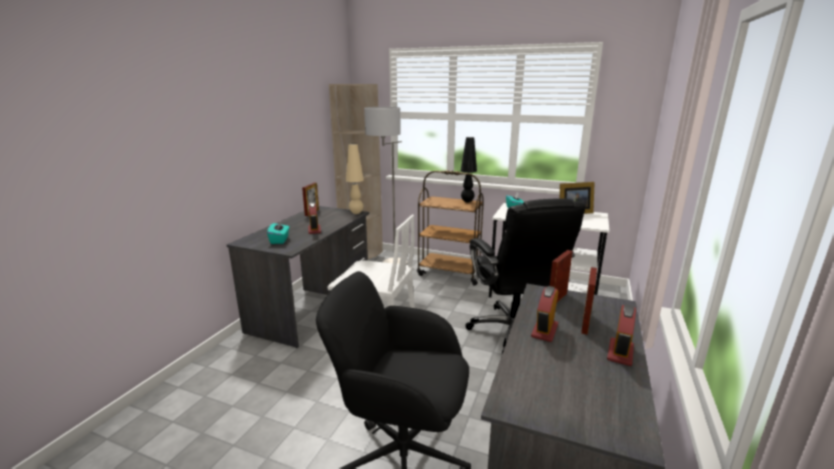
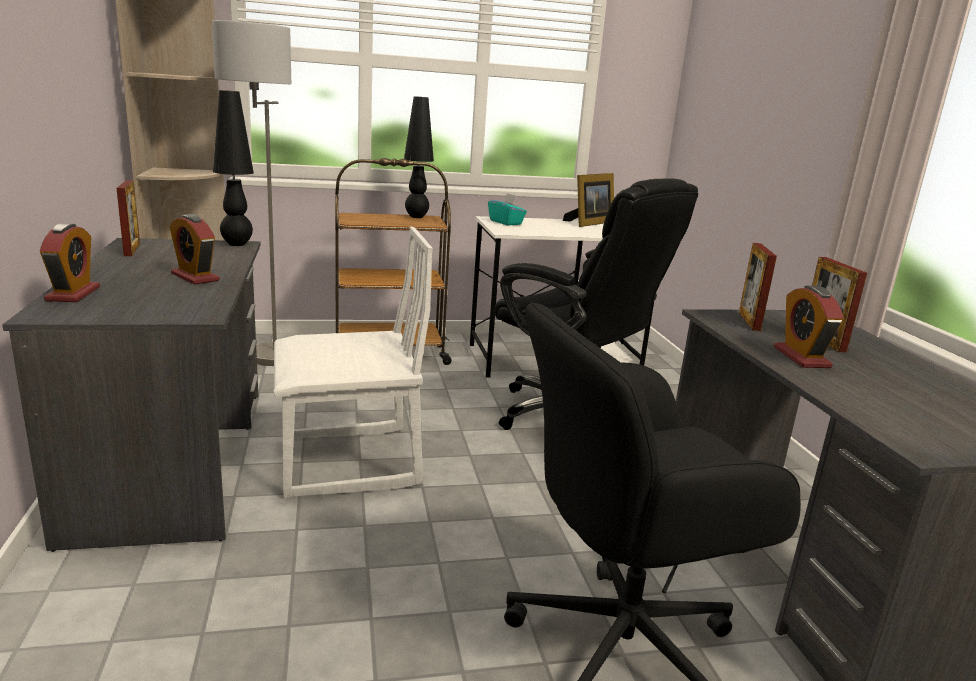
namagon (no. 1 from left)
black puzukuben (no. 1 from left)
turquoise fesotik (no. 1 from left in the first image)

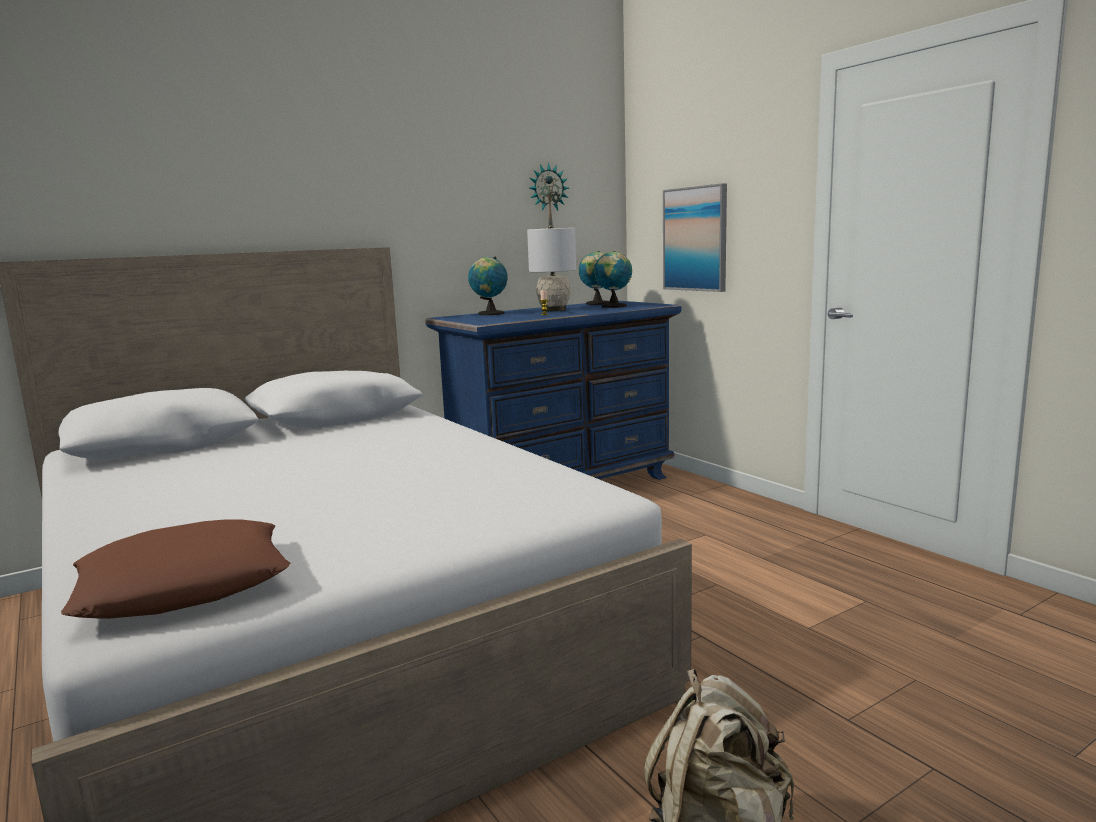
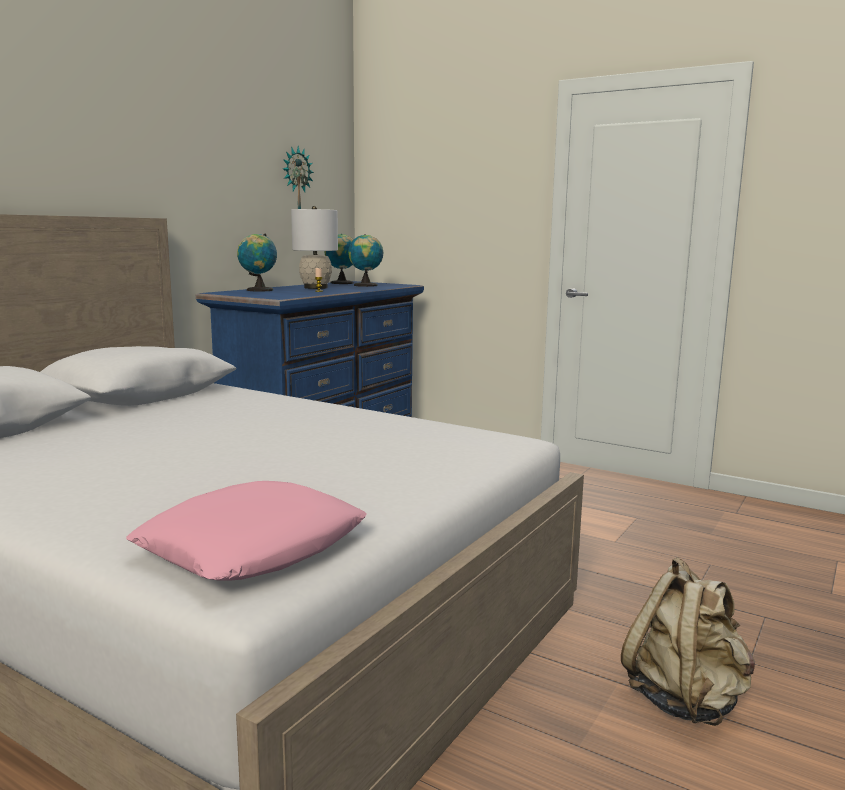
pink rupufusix
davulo

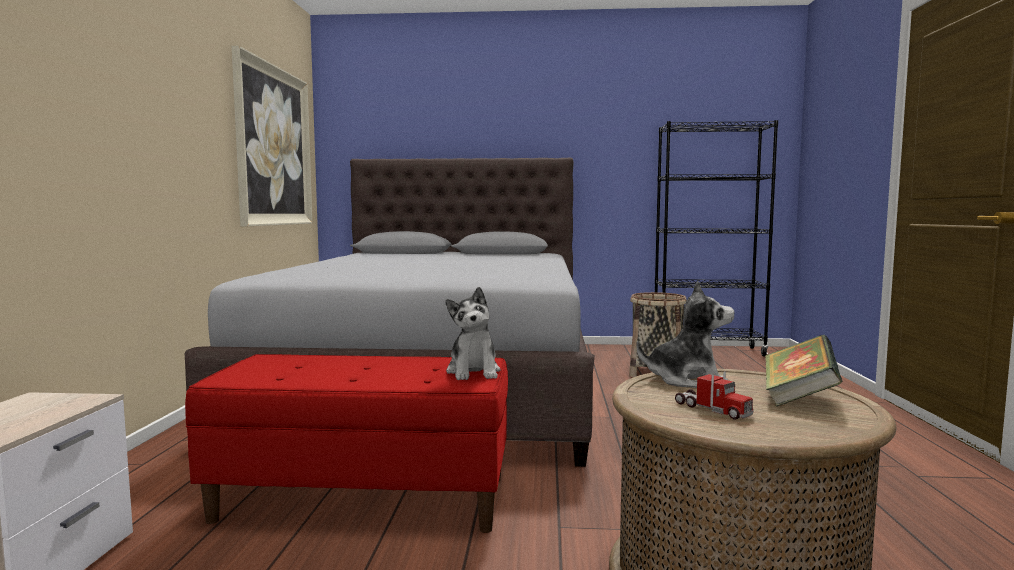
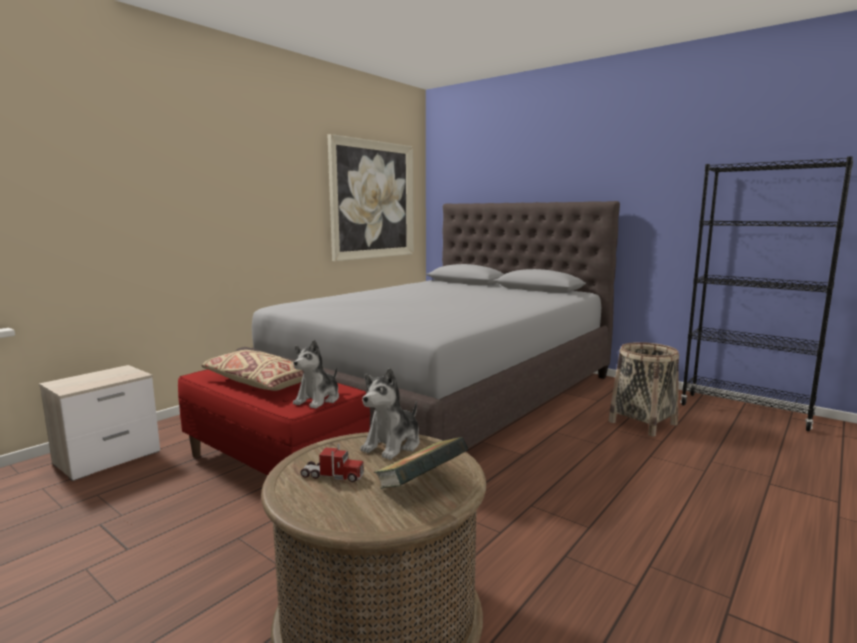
beige rupufusix
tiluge
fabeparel (no. 2 from left)

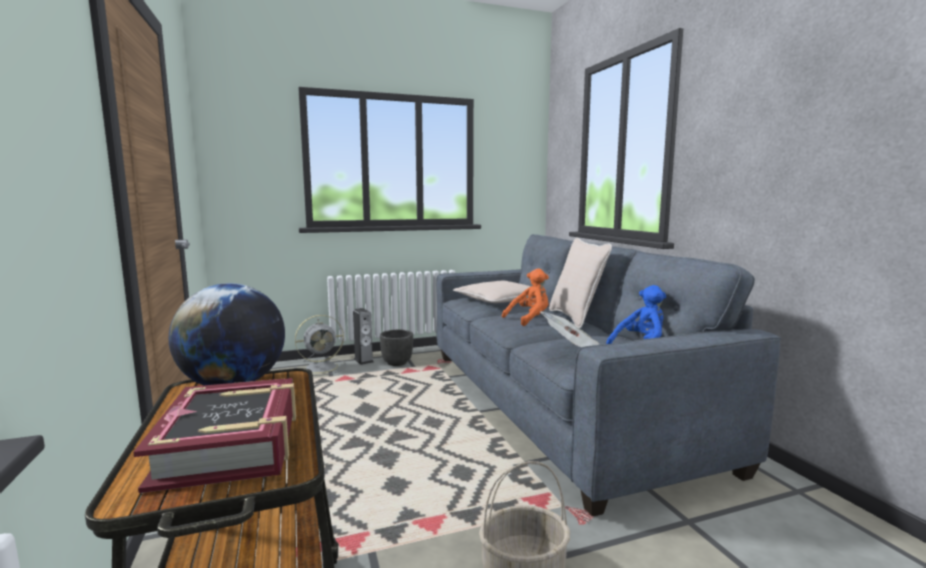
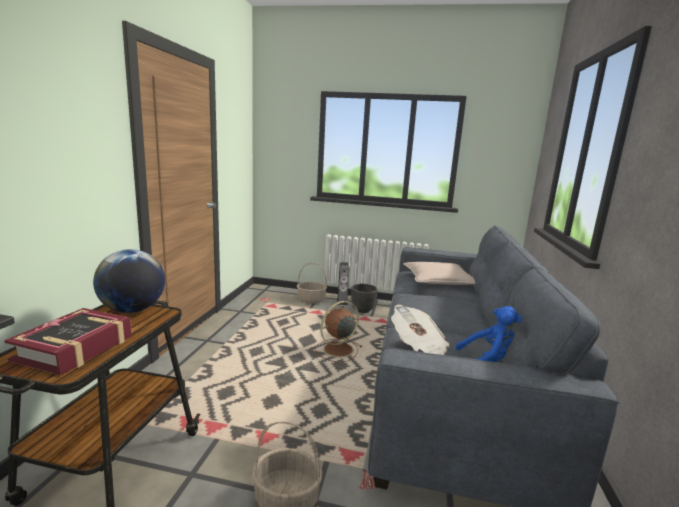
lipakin (no. 2 from left)
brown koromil
orange fabeparel
beige rupufusix (no. 2 from left in the first image)

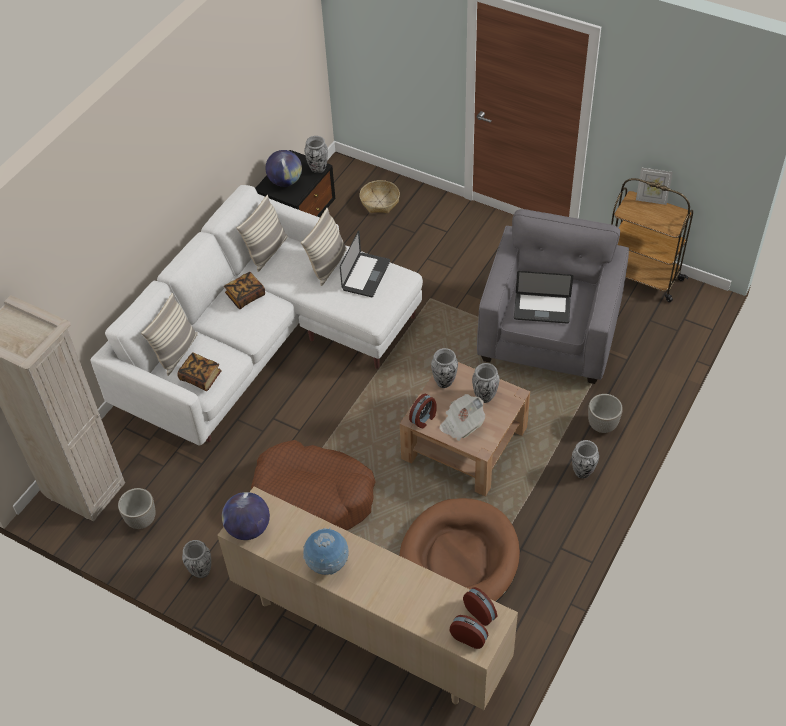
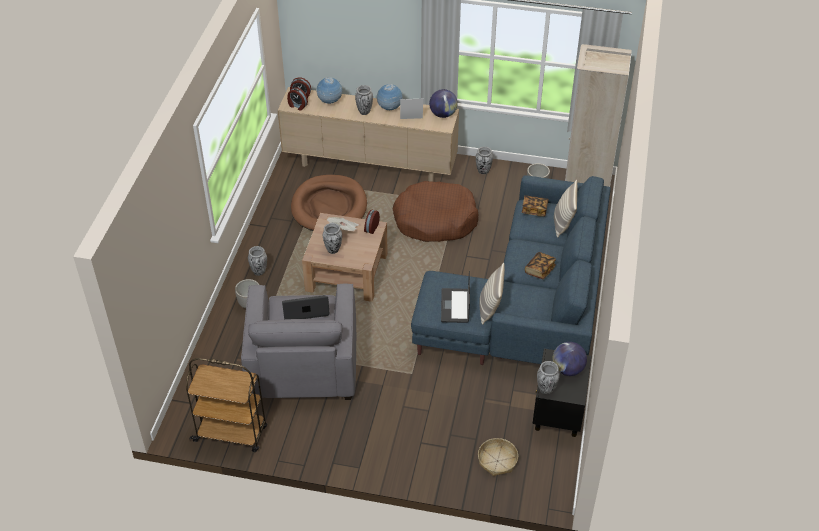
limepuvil (no. 1 from left)
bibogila (no. 3 from left)
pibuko
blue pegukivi
rupufusix (no. 2 from left in the first image)

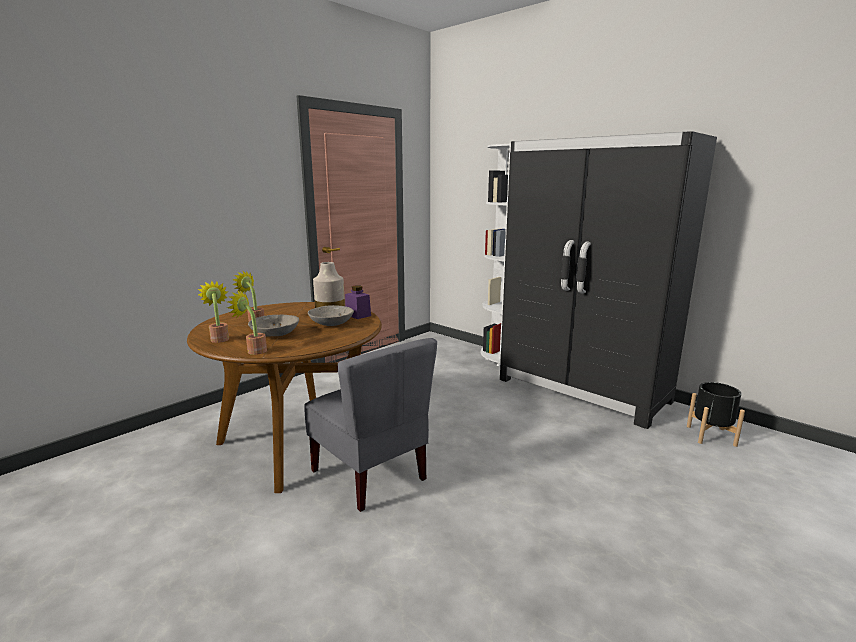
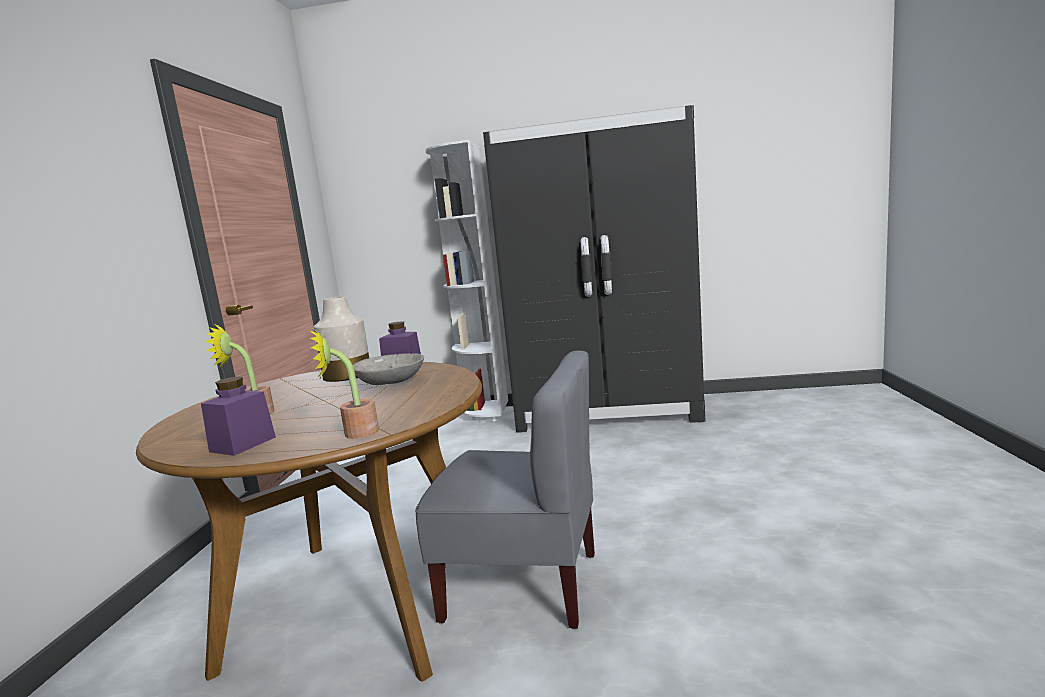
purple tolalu (no. 1 from left)
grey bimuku (no. 1 from left in the first image)
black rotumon

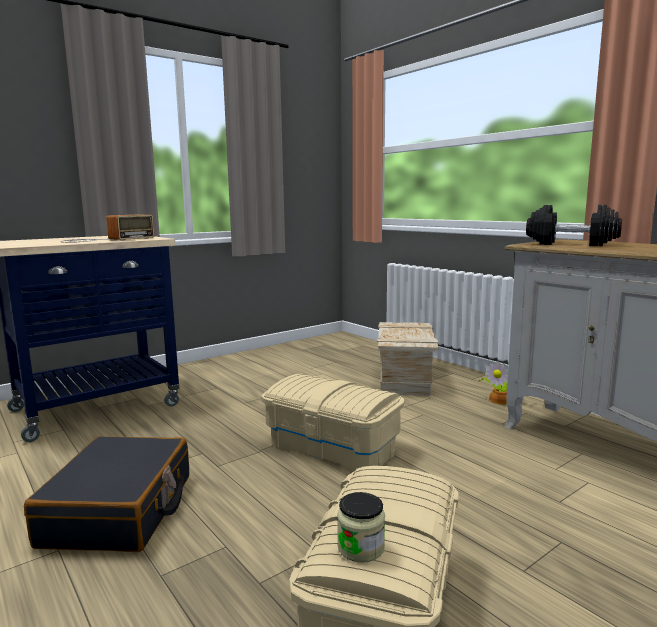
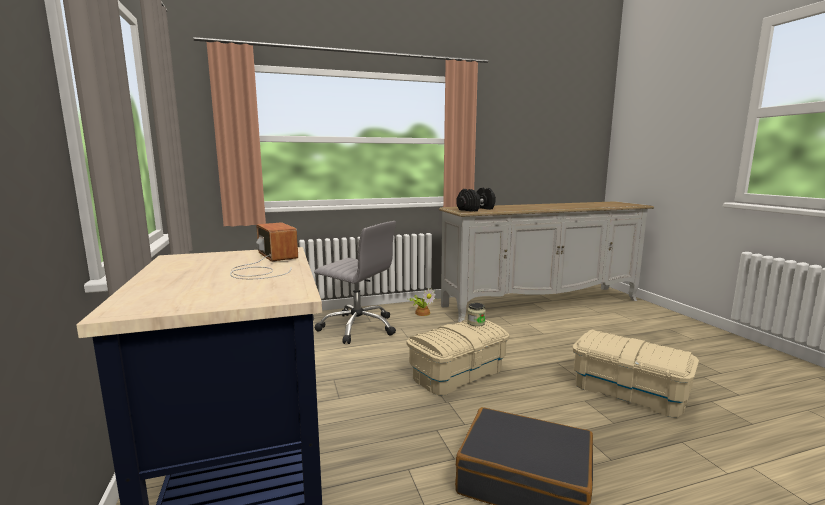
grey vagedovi
tolalu

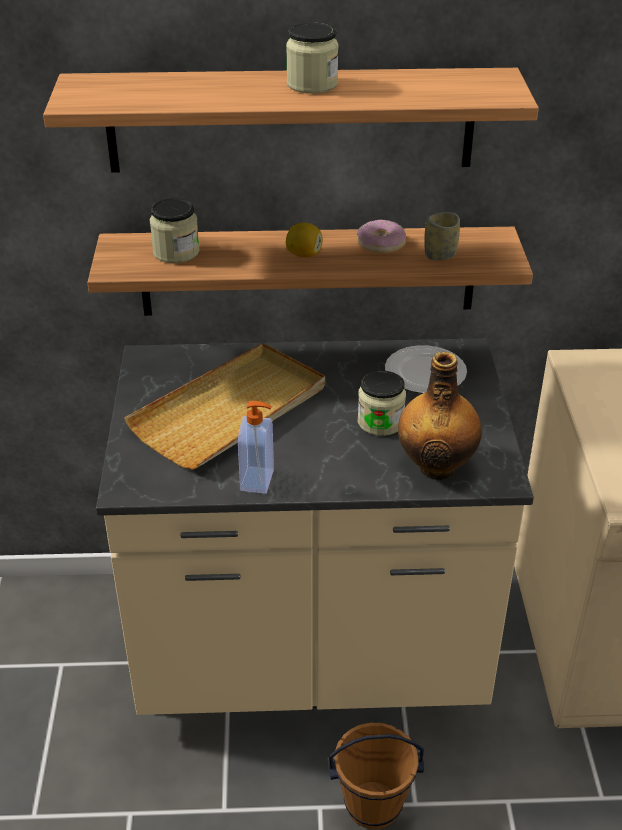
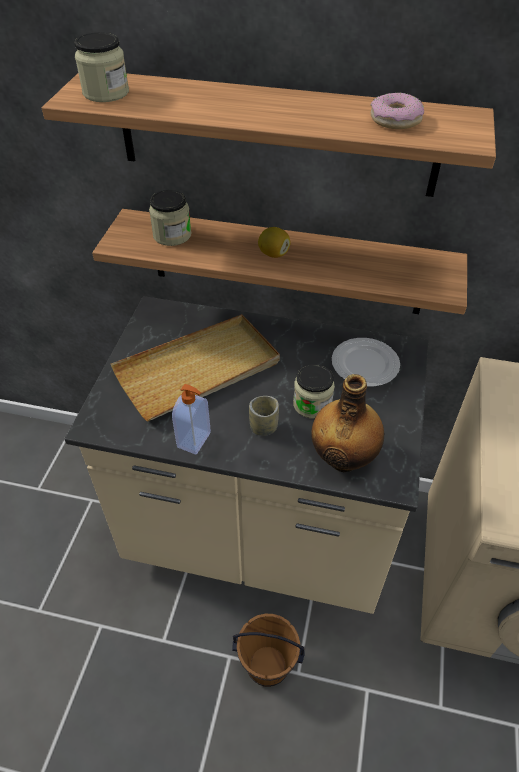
tolalu (no. 1 from left)
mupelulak
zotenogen

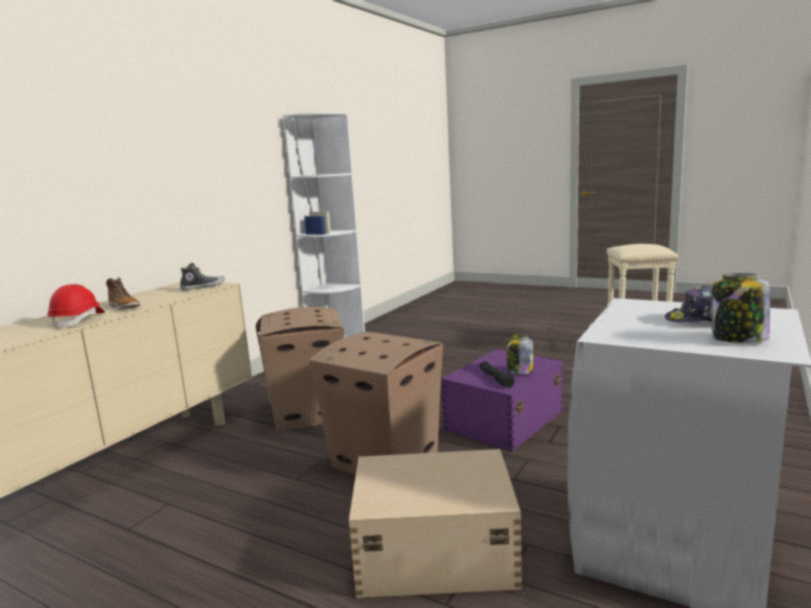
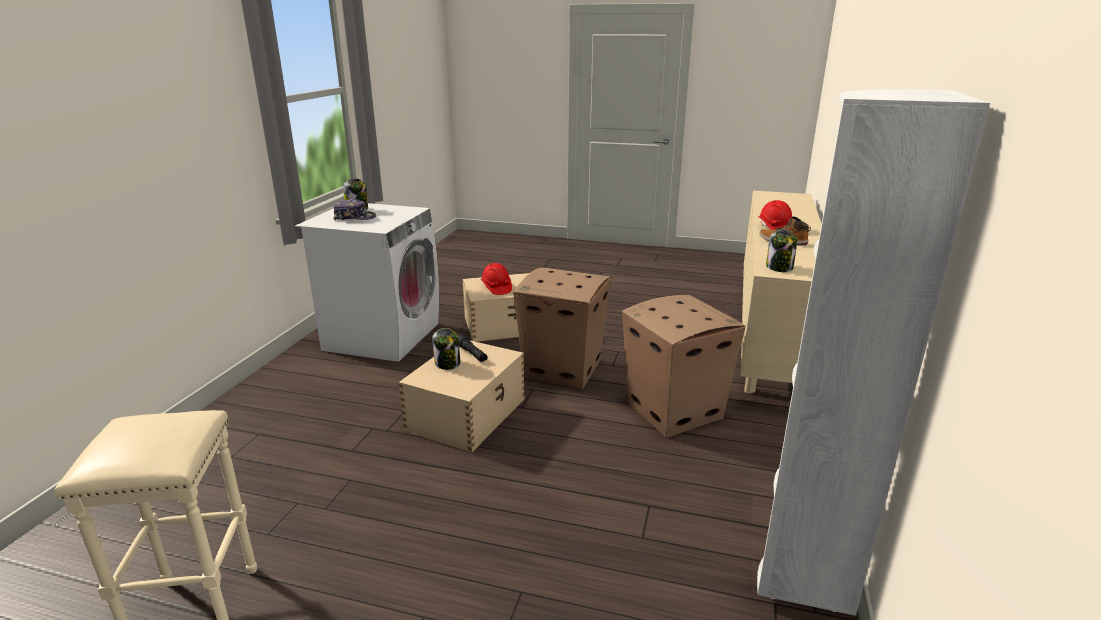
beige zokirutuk (no. 1 from left)
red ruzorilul (no. 1 from left)
tolalu (no. 3 from left)

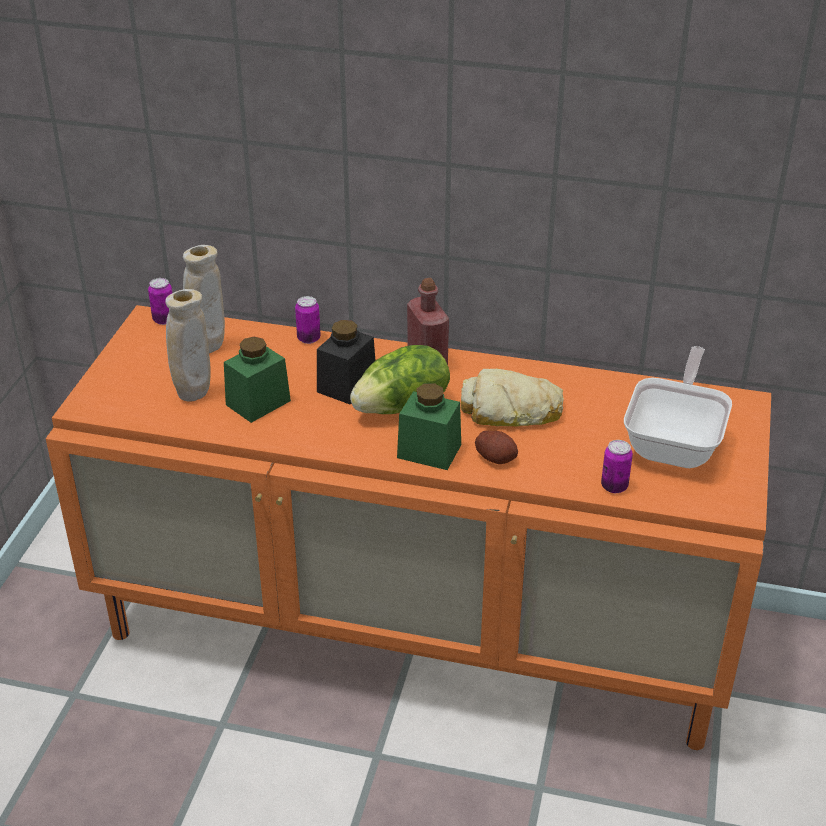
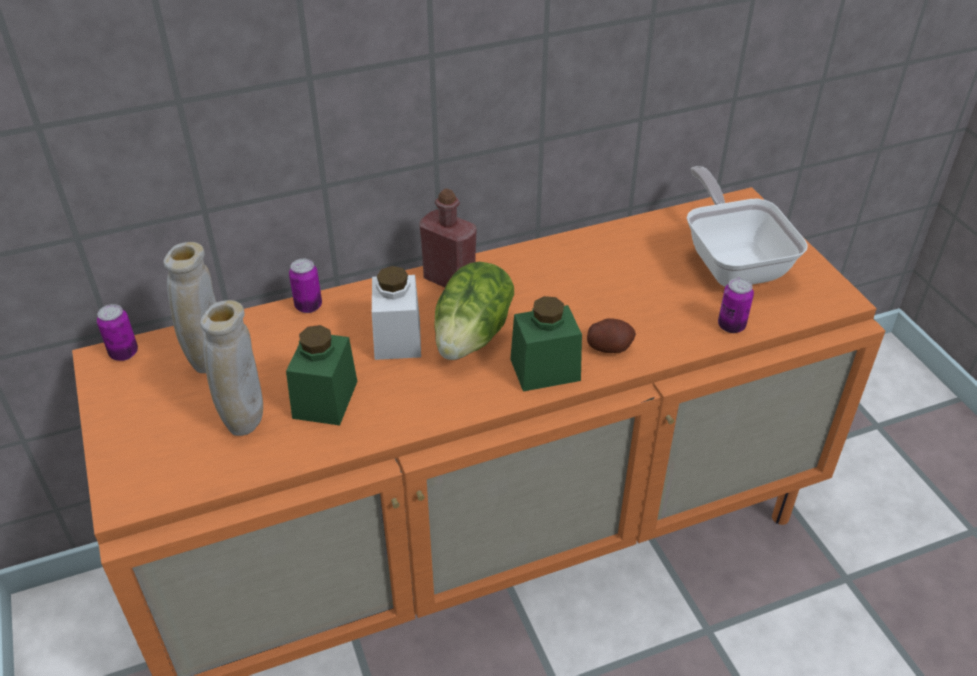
white tolalu
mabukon

